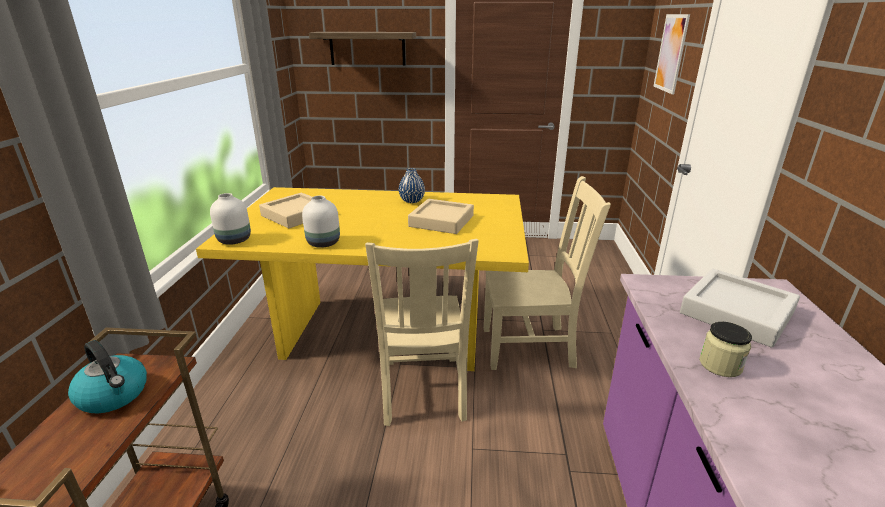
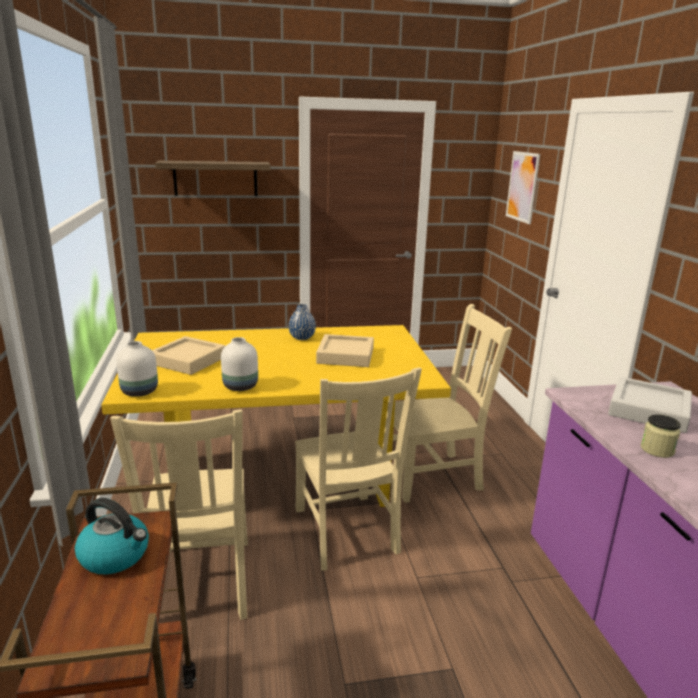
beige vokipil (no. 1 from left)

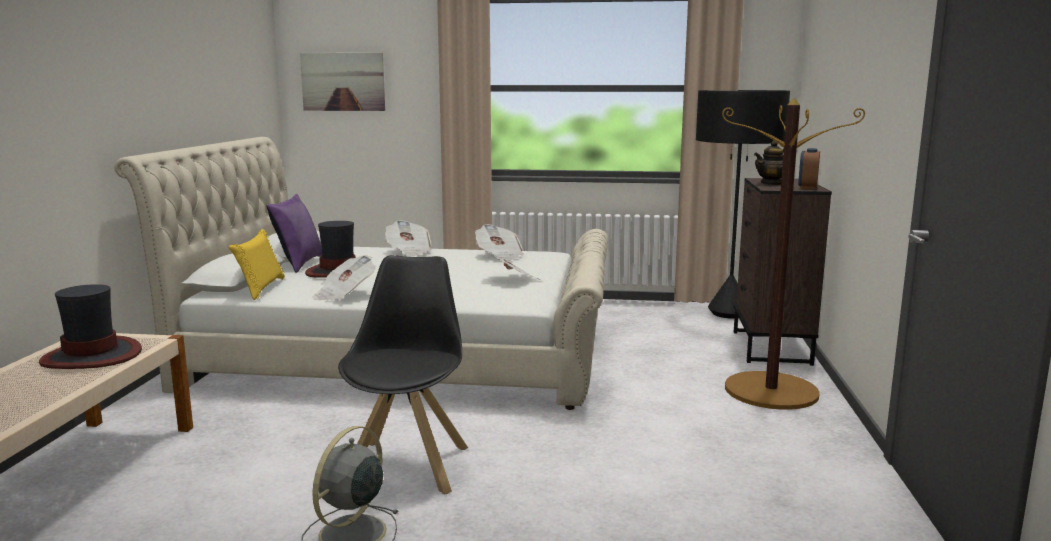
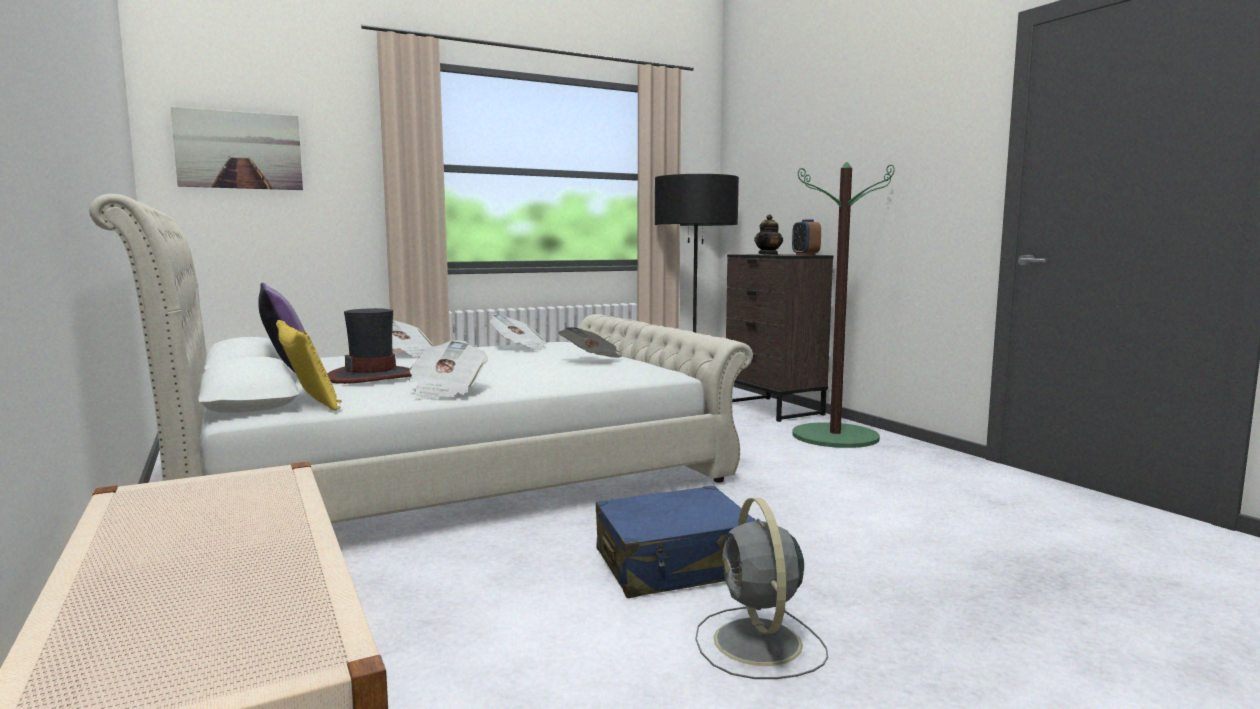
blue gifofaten
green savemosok
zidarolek (no. 1 from left in the first image)

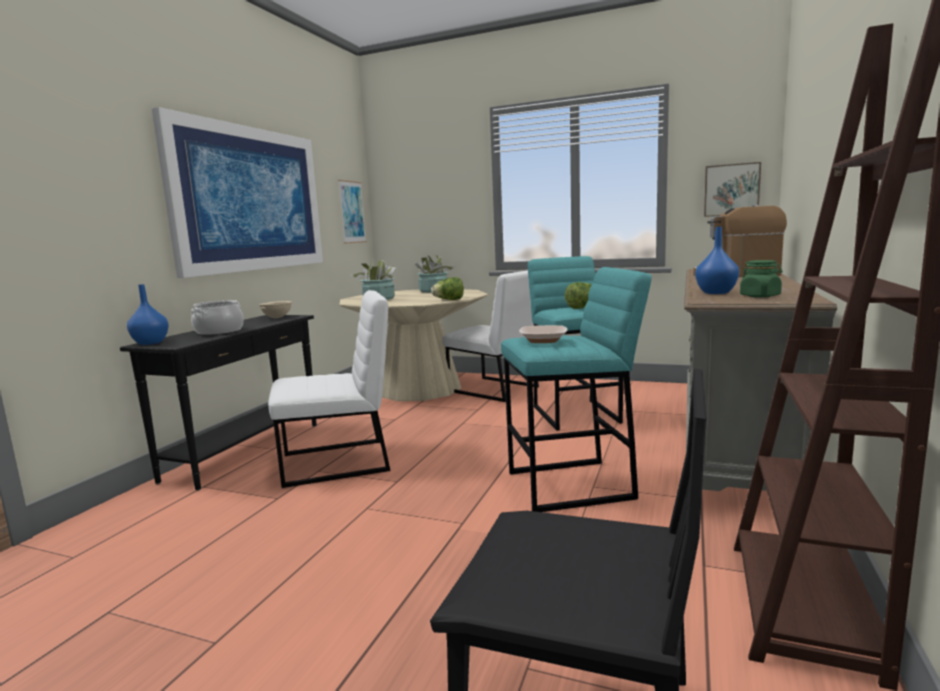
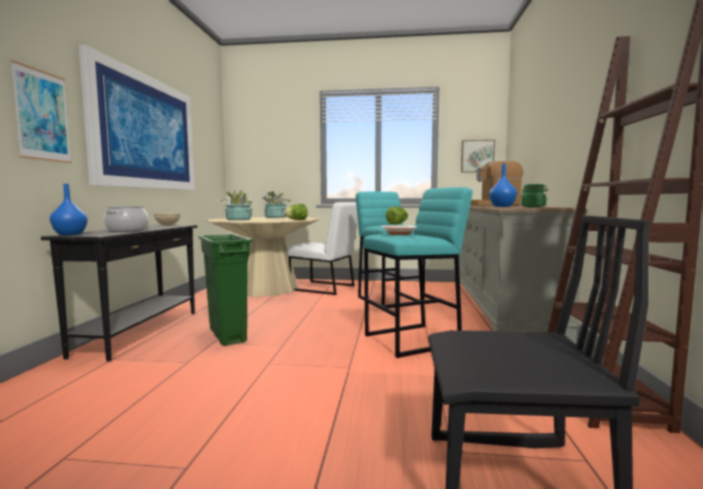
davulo (no. 1 from left)
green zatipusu

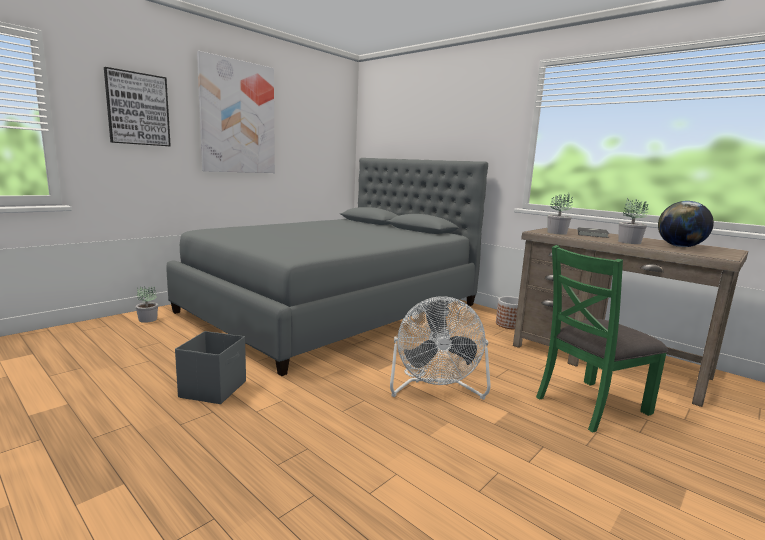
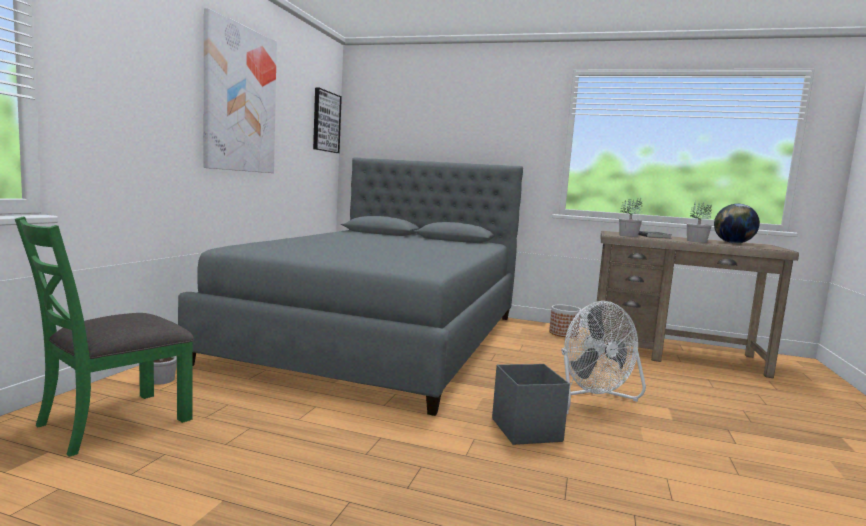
green vokipil
davulo (no. 2 from left)
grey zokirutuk

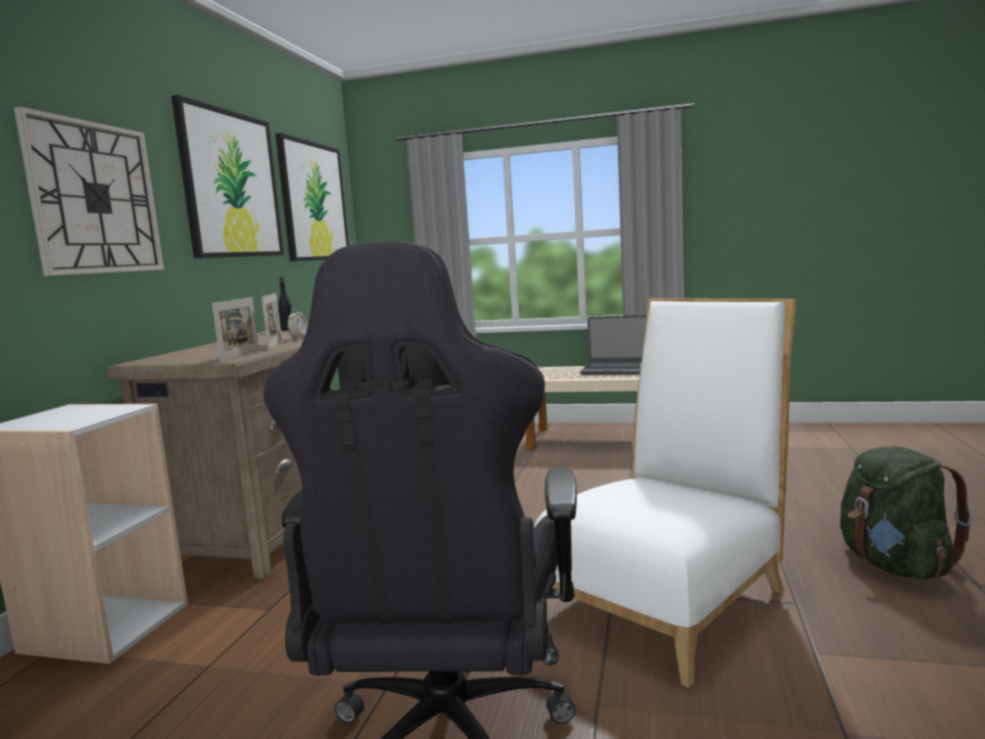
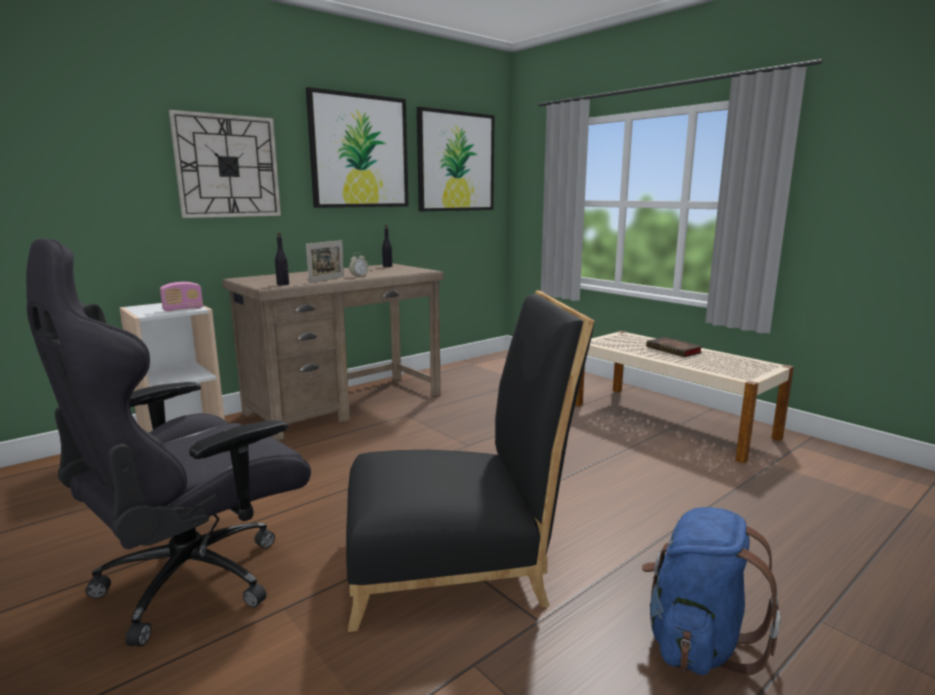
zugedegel
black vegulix (no. 1 from left)
black vokipil
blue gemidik
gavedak

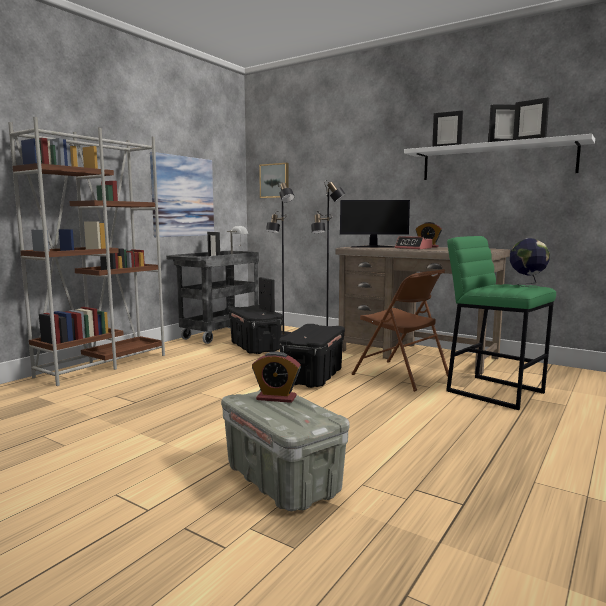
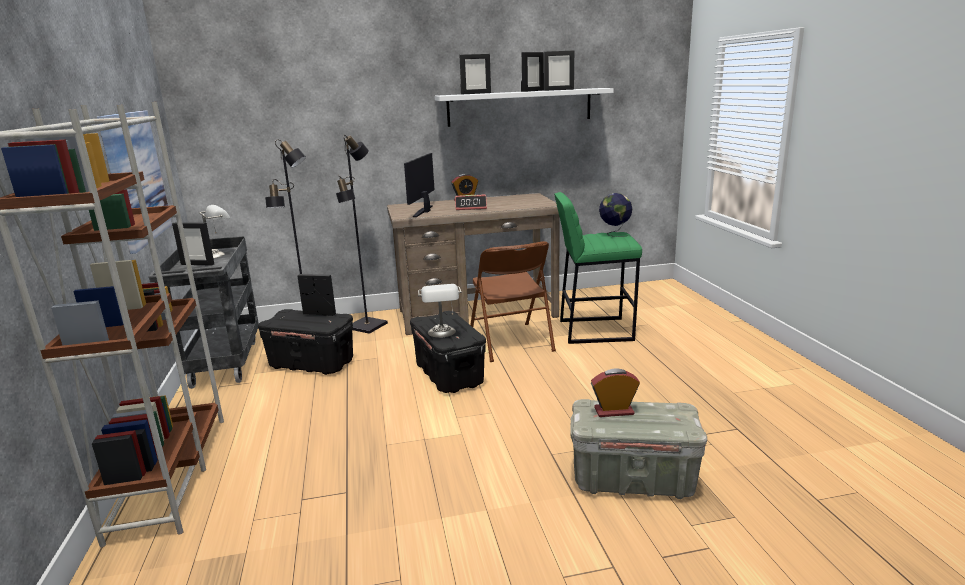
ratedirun
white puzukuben (no. 2 from left)
brown vokipil
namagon (no. 3 from left)
davulo (no. 2 from left in the first image)

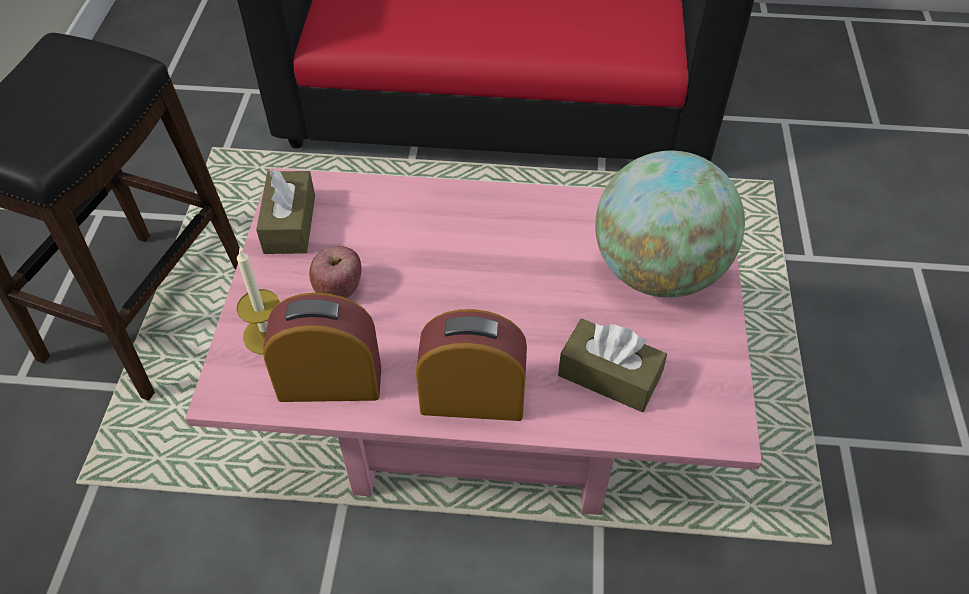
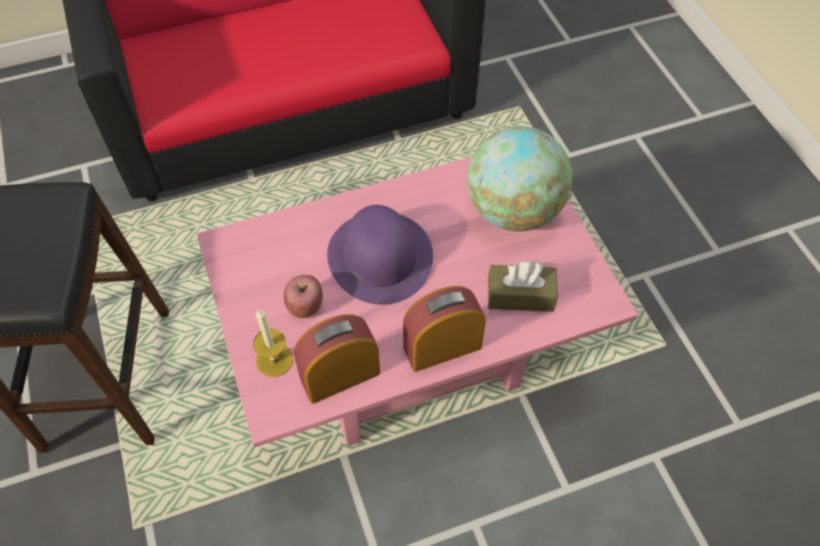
purple zidarolek
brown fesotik (no. 1 from left in the first image)

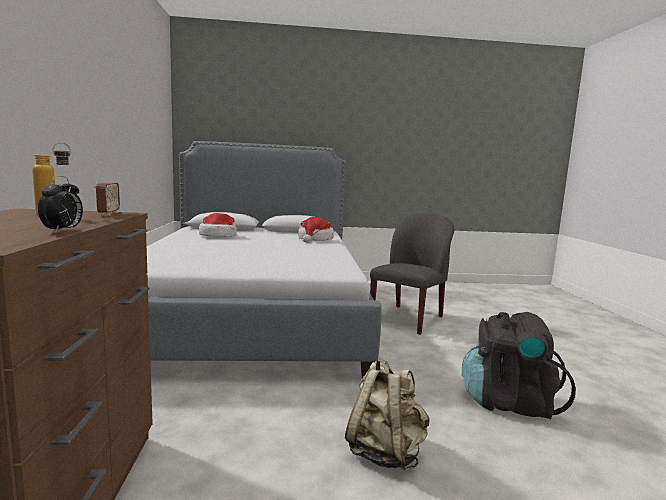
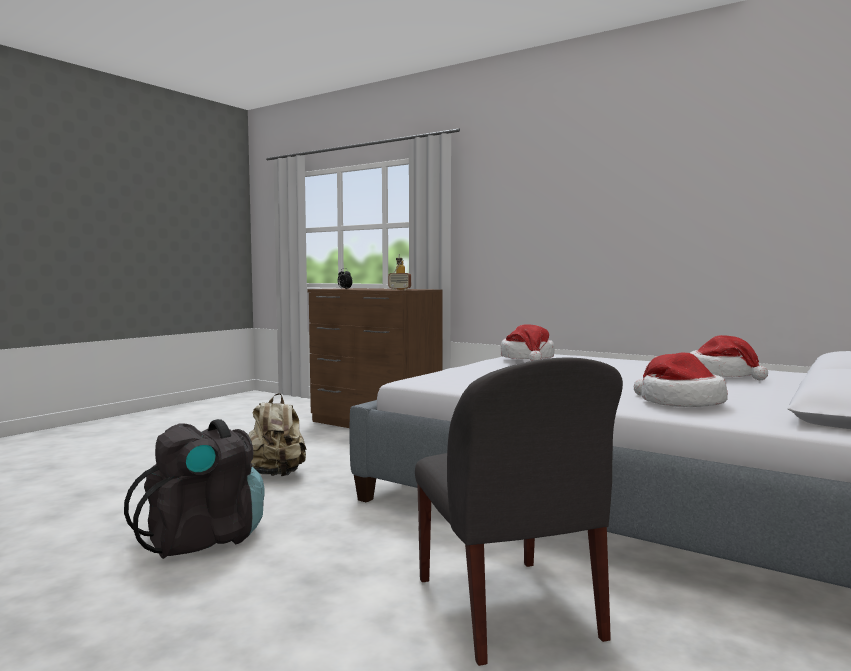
zidarolek (no. 1 from left)

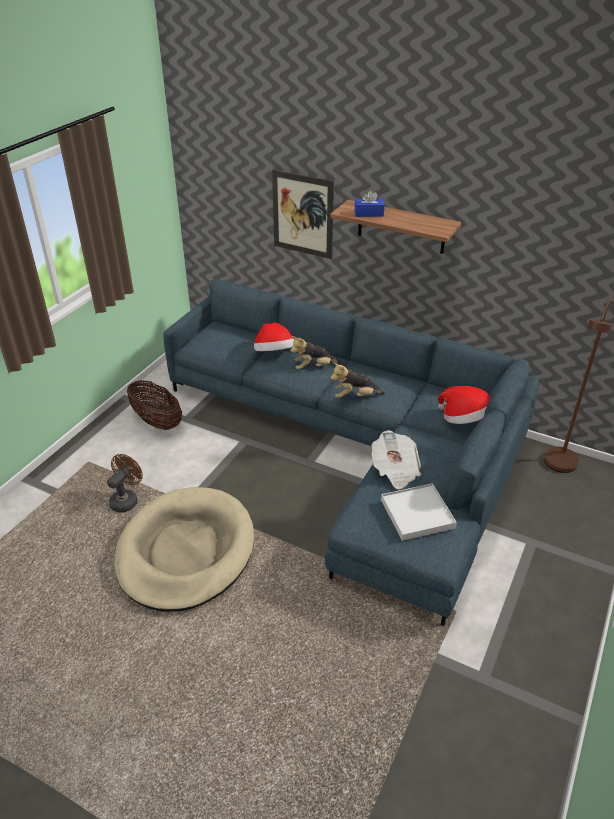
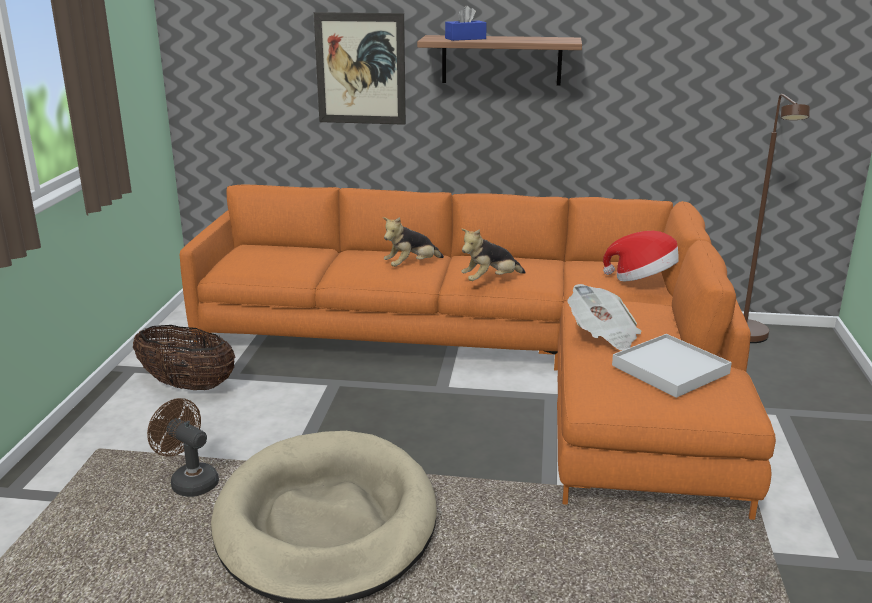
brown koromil
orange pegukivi
zidarolek (no. 1 from left in the first image)

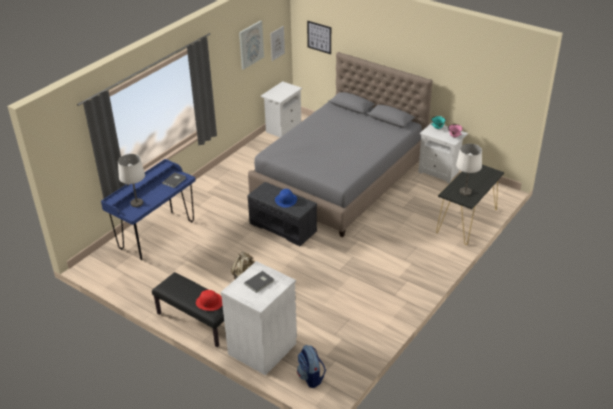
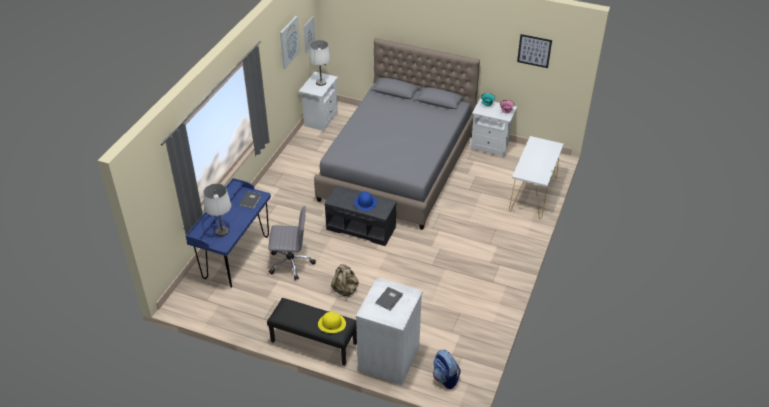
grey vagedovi
white puzukuben (no. 2 from left)
yellow zidarolek
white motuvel
davulo (no. 3 from left)

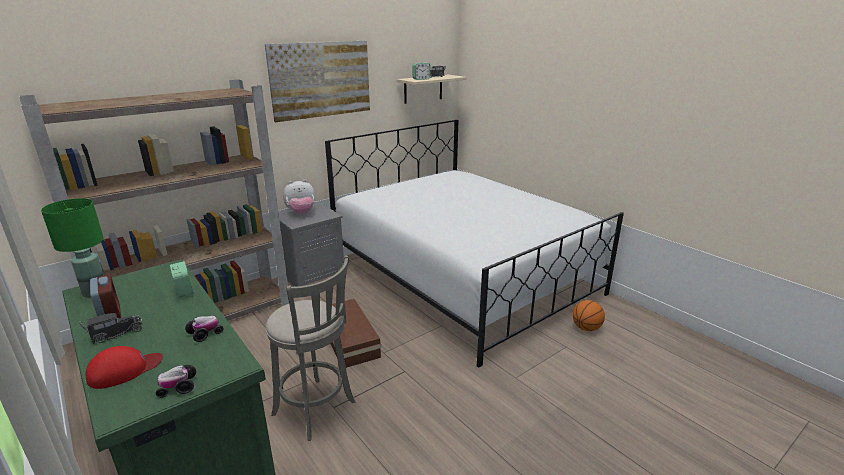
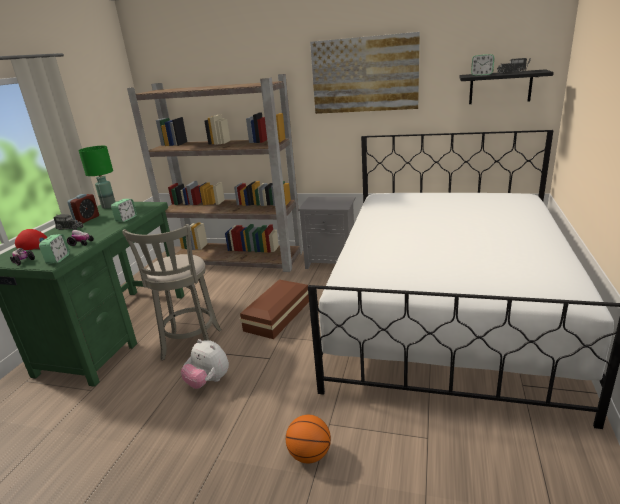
namagon (no. 1 from left)
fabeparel
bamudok
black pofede

